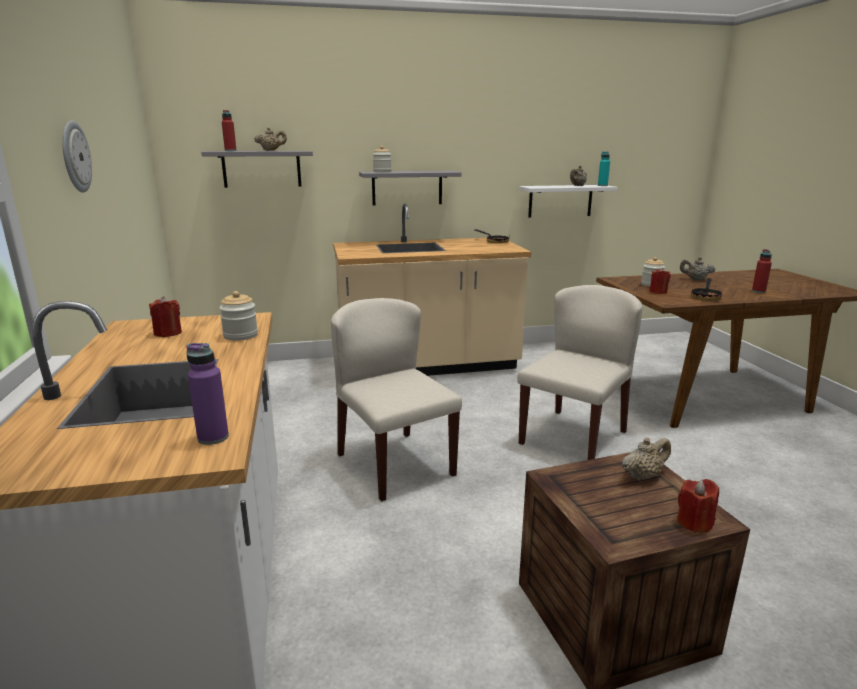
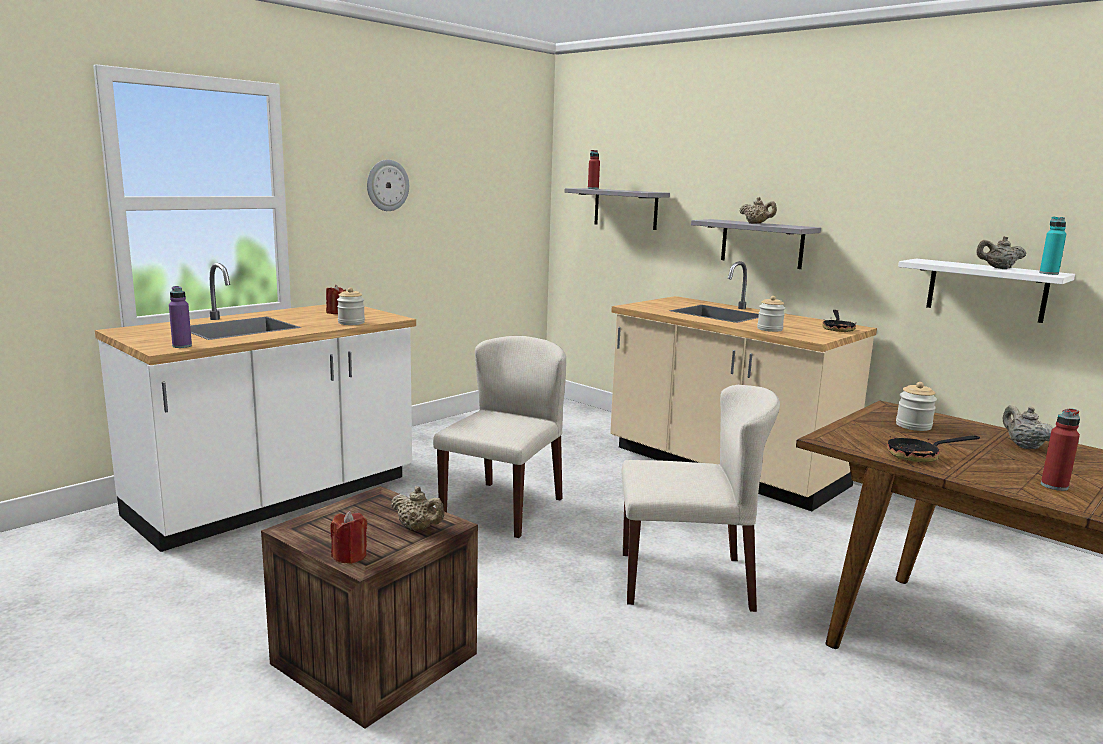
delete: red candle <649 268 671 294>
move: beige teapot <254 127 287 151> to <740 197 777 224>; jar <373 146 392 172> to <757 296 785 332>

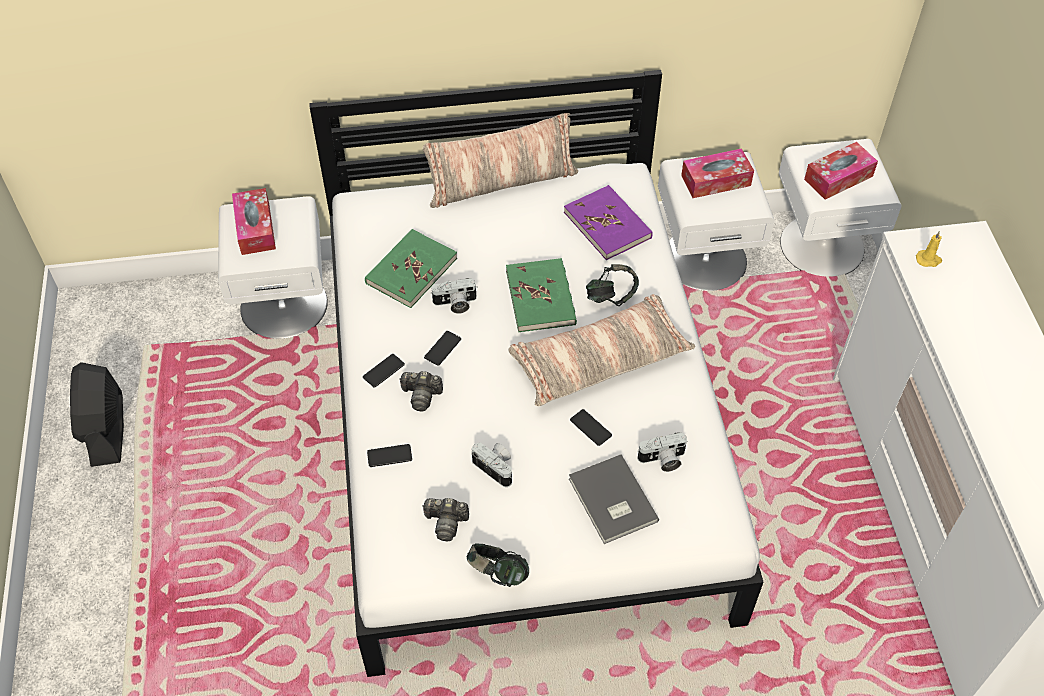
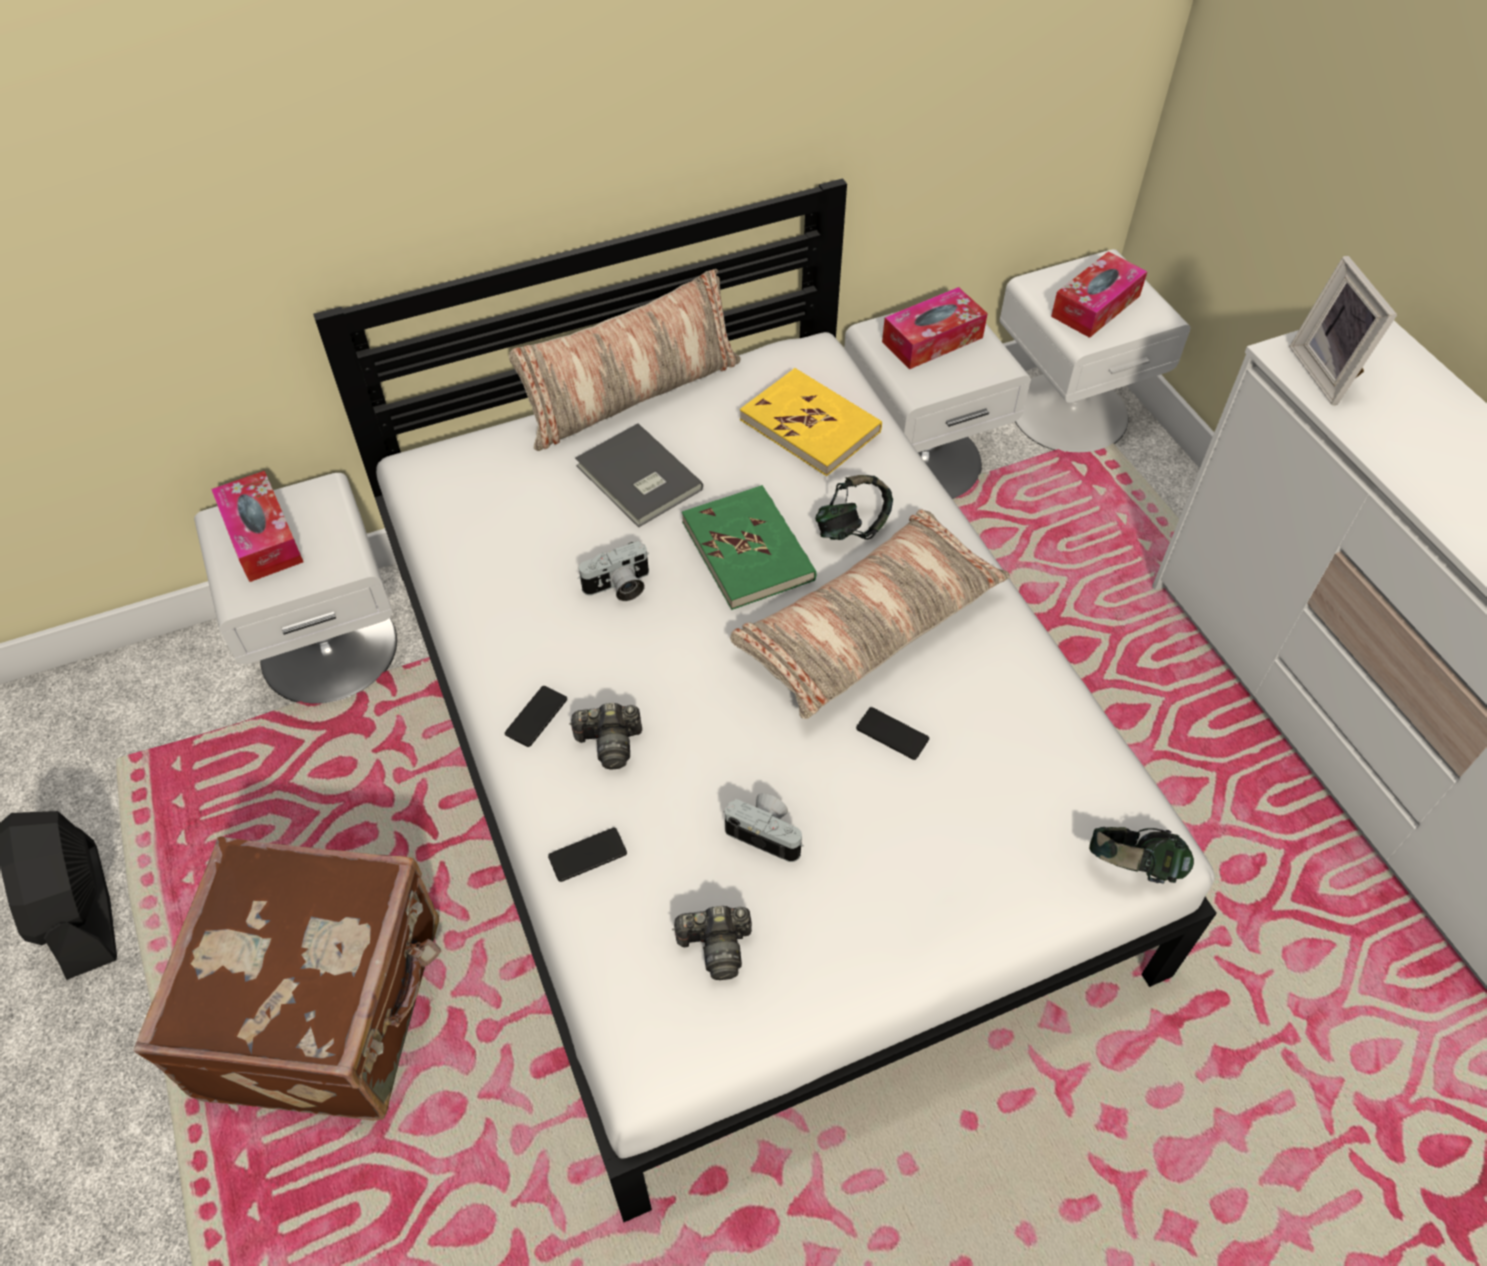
delete: green book <365 229 457 308>; phone <424 331 461 366>; photo camera <637 432 688 472>
insert: brown suitcase <133 836 441 1121>
move: grey book <569 454 659 544> to <575 423 703 527>; headphones <467 543 529 587> to <1089 827 1194 884>
replace: yellow candle <916 231 942 267> to picture frame <1289 256 1397 405>
recolor: purple book <564 185 653 260> to yellow book <740 368 882 476>

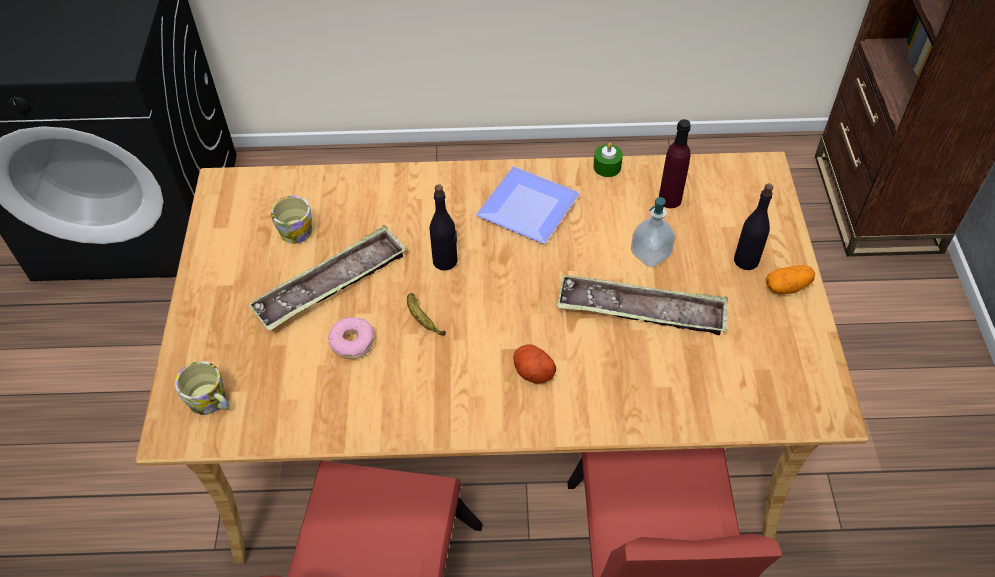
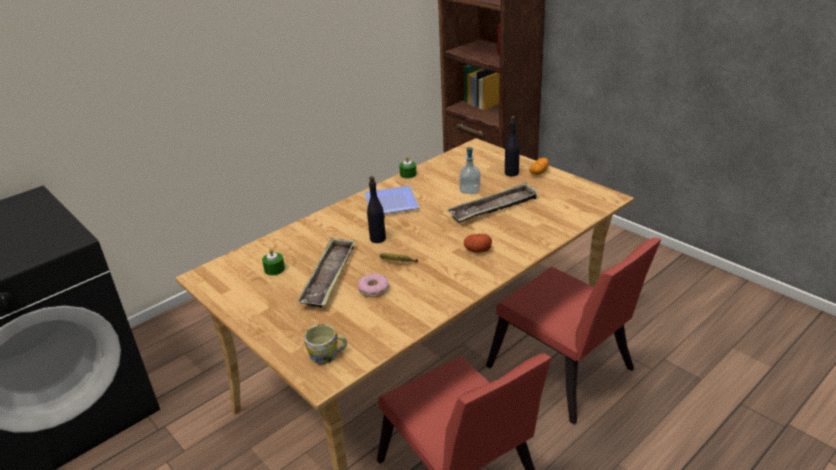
delete: purple bottle <659 119 691 208>
replace: mug <271 196 312 244> to green candle <262 249 285 275>

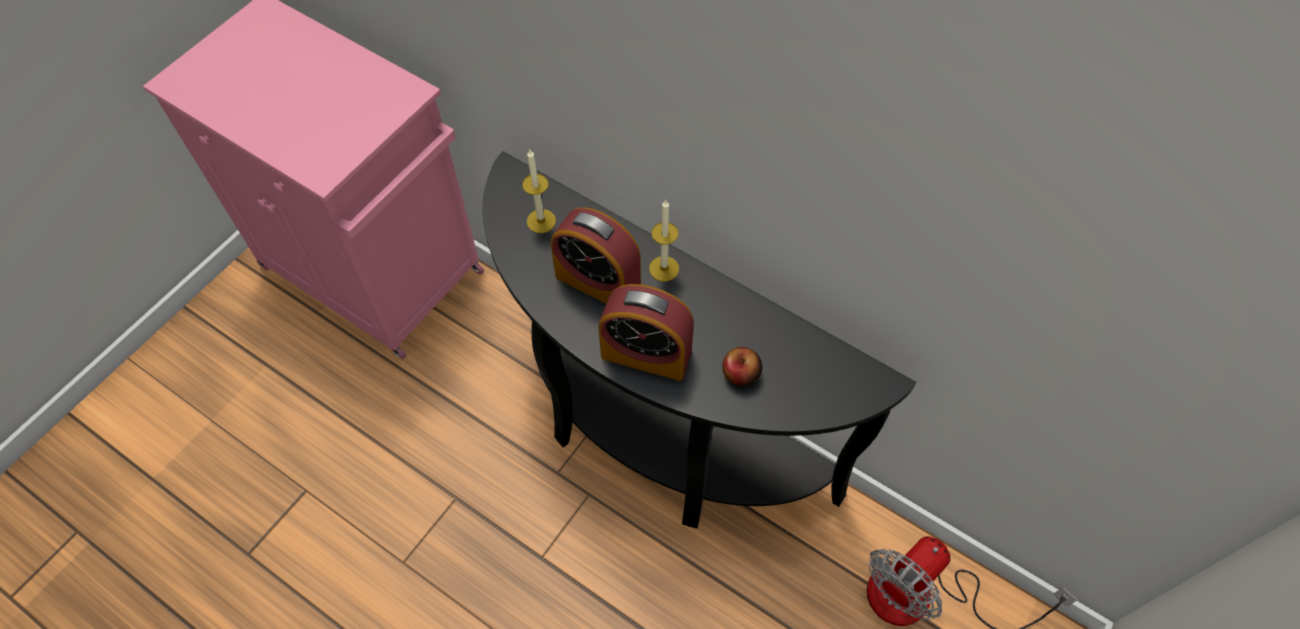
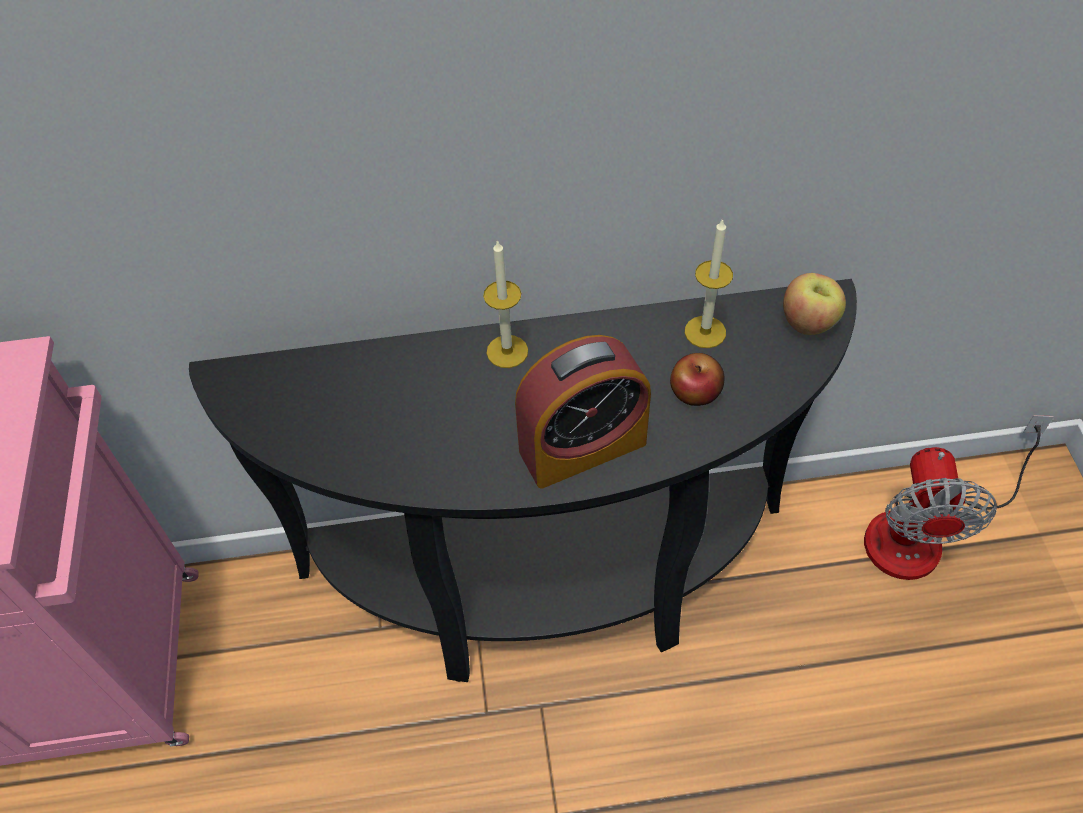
delete: alarm clock <551 207 641 304>
insert: apple <783 273 846 335>
move: candle <522 150 556 233> to <685 218 733 348>

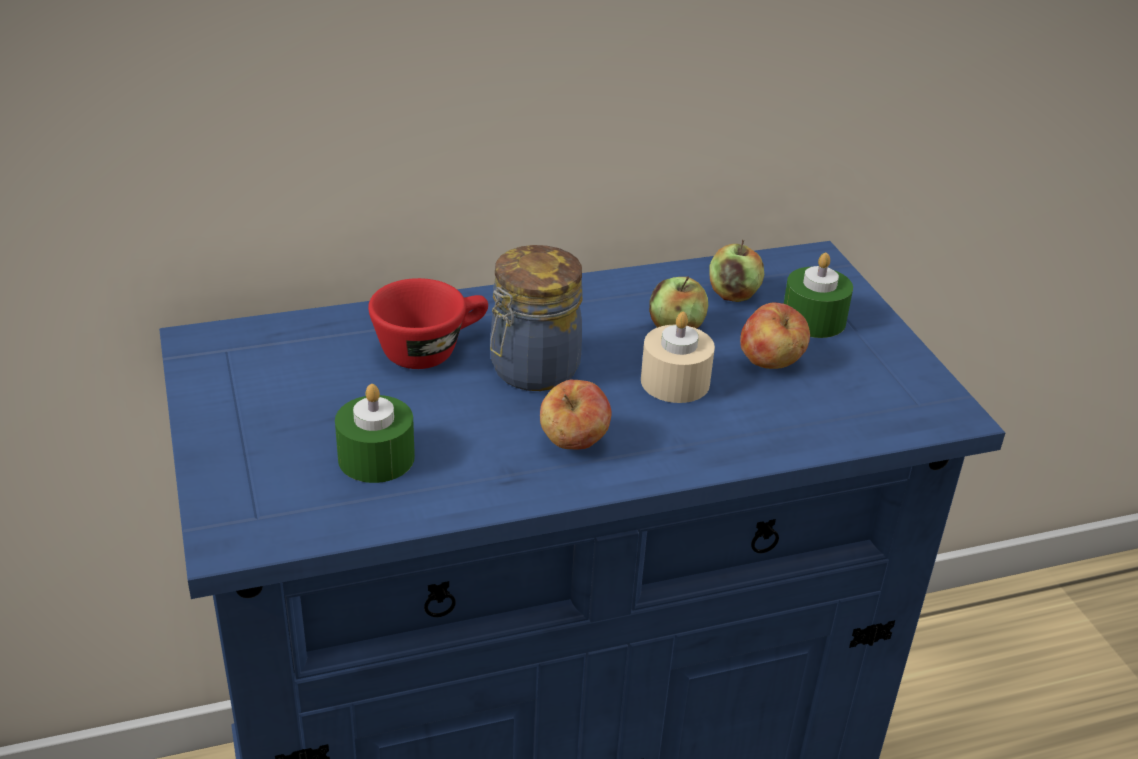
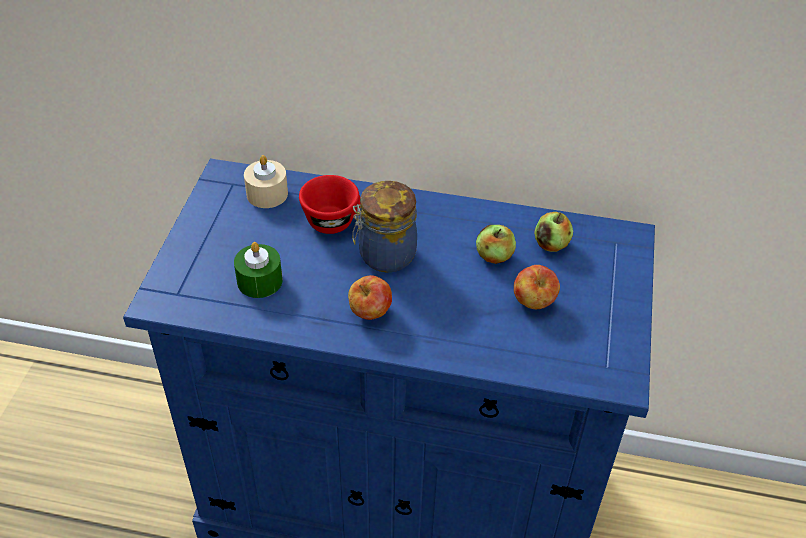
delete: green candle <784 253 853 338>
move: beige candle <641 312 715 403> to <244 155 288 208>

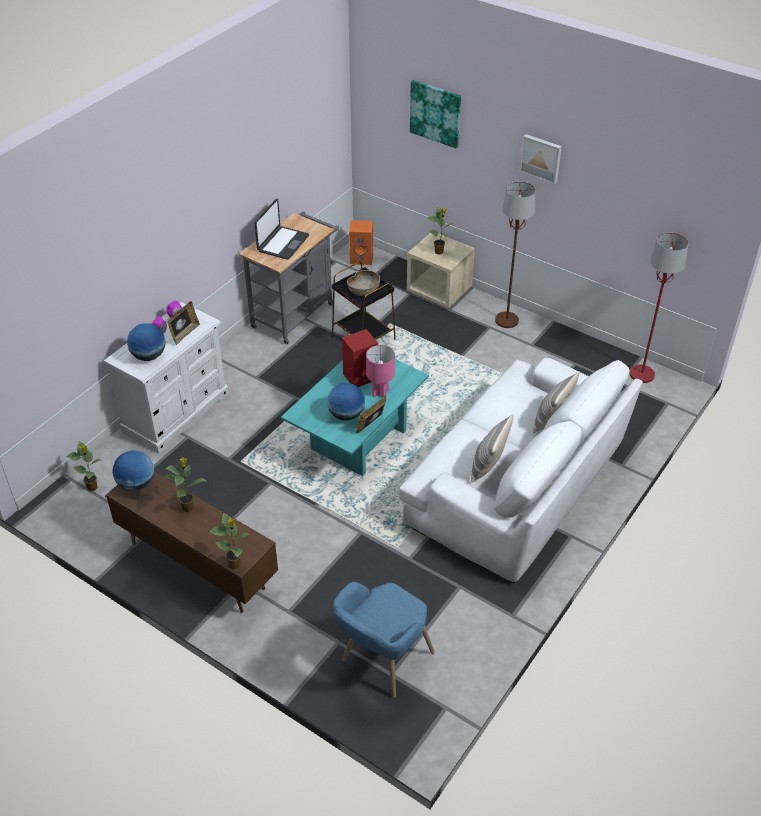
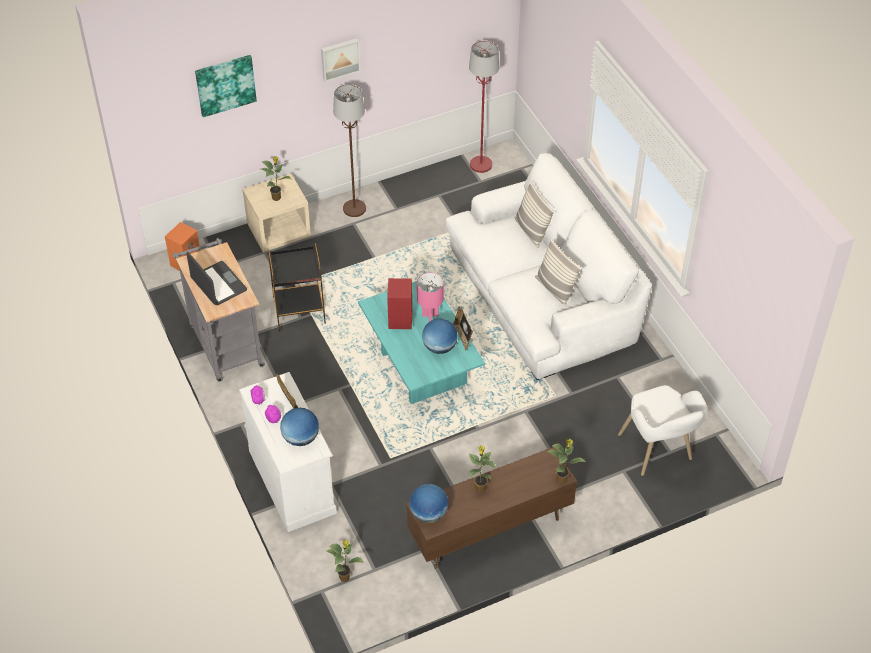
delete: brown bowl <347 270 380 296>
recolor: blue armchair <333 582 435 698> to white armchair <618 385 708 476>

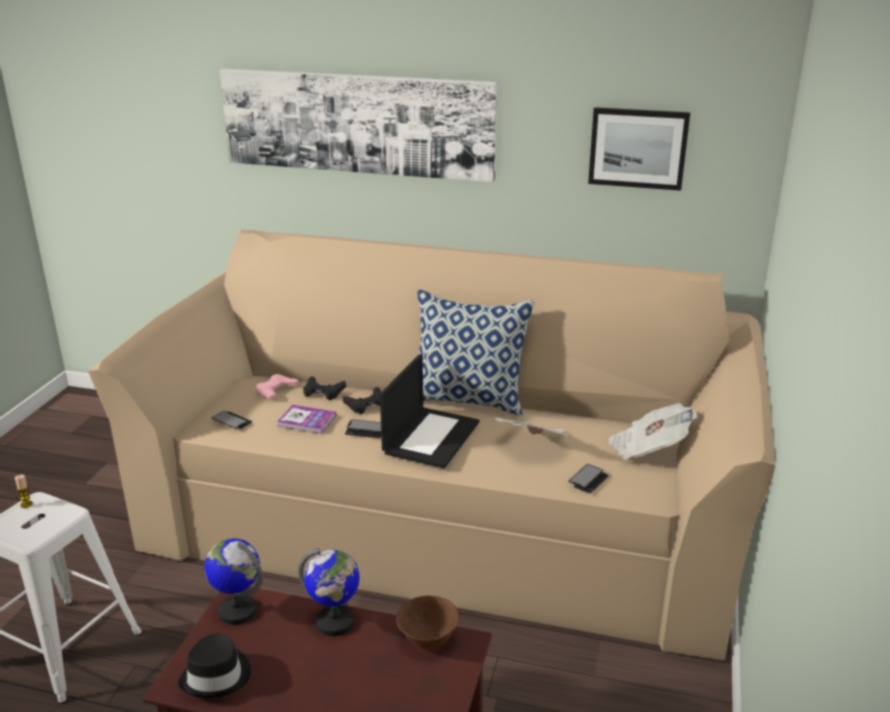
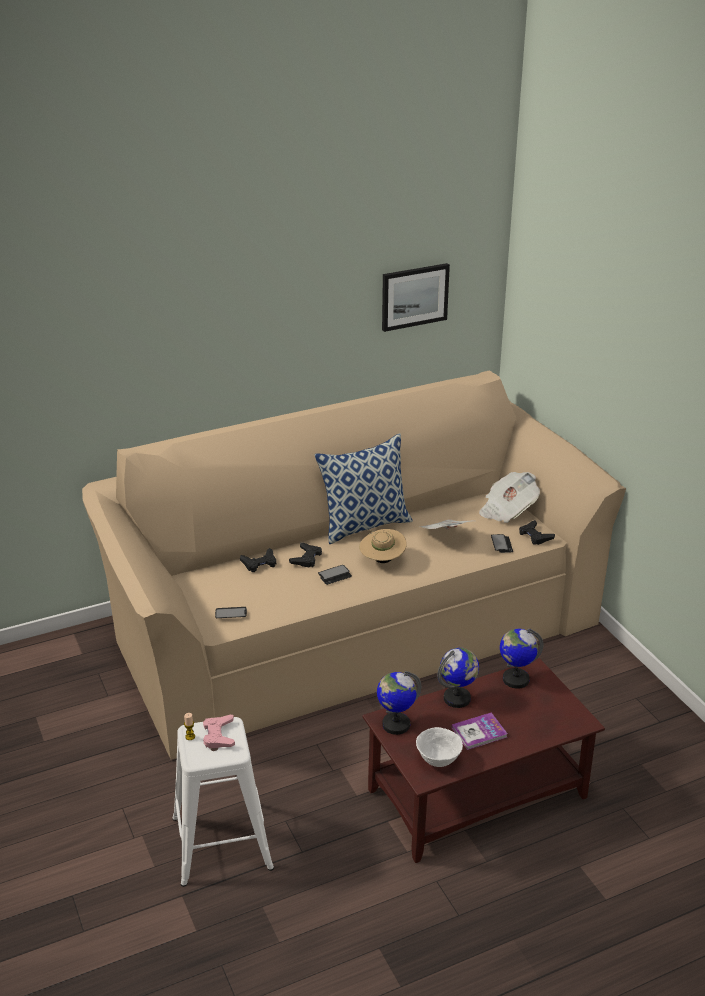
delete: picture <220 69 497 182>
insert: black game controller <519 520 555 545>
move: pink game controller <255 374 299 399> to <203 715 235 748>; book <277 405 336 434> to <452 712 508 750>
replace: laptop <380 354 479 468> to beige hat <359 529 407 563>; brown bowl <396 596 459 649> to globe <500 629 544 689>; black hat <178 633 251 698> to white bowl <416 727 463 767>

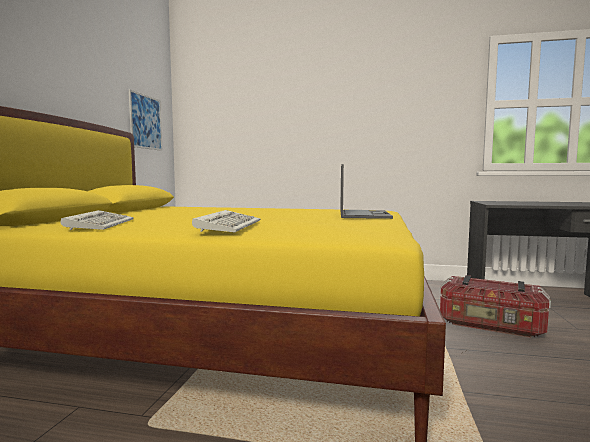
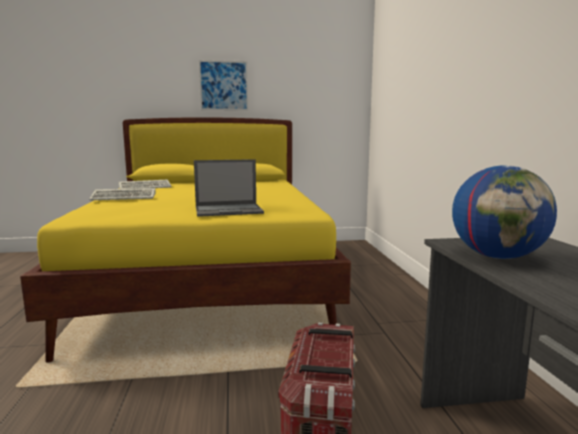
insert: globe <452 165 557 259>
move: picture <129 89 162 151> to <199 60 248 111>

